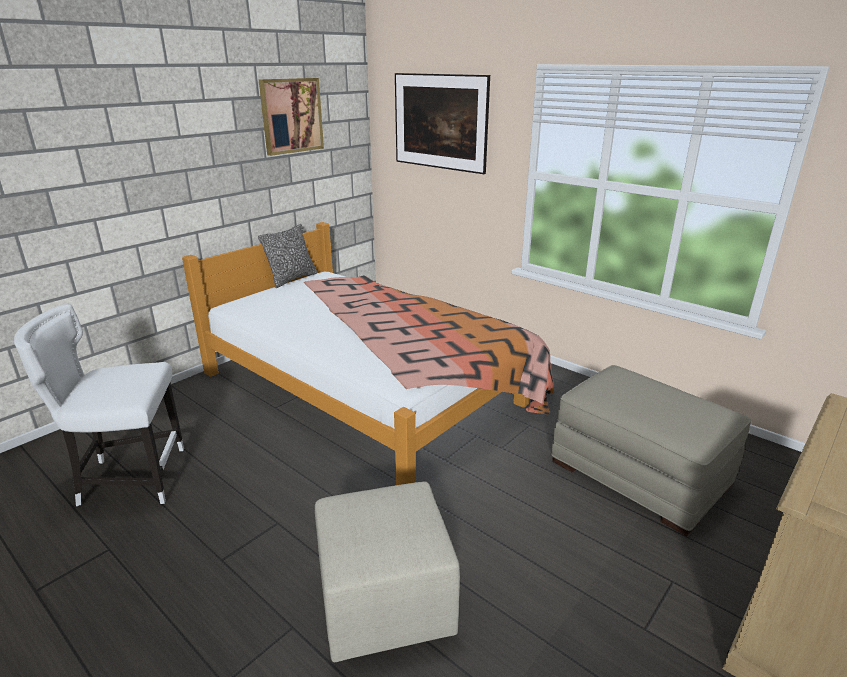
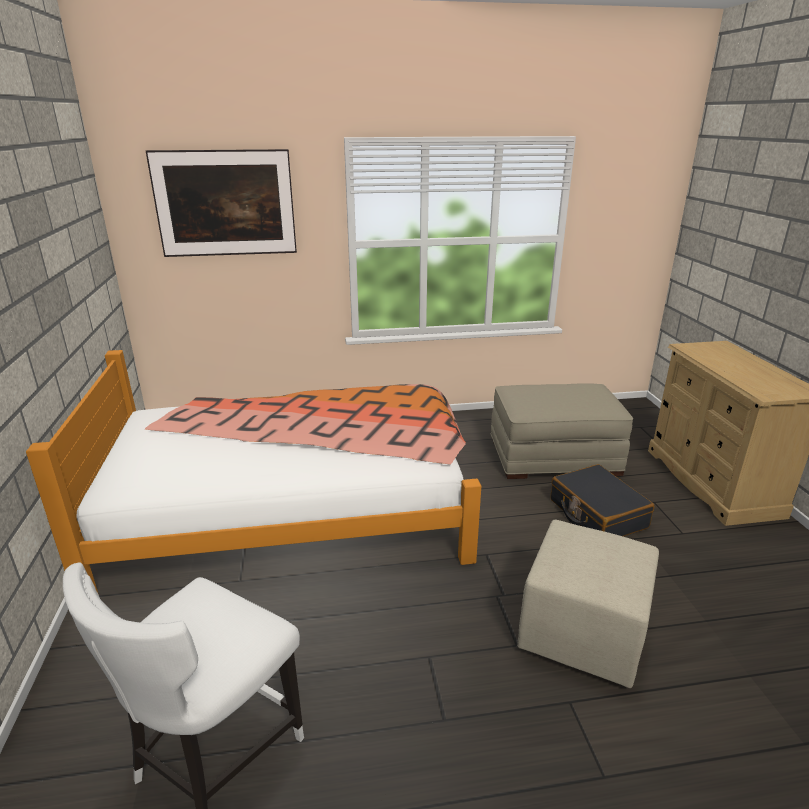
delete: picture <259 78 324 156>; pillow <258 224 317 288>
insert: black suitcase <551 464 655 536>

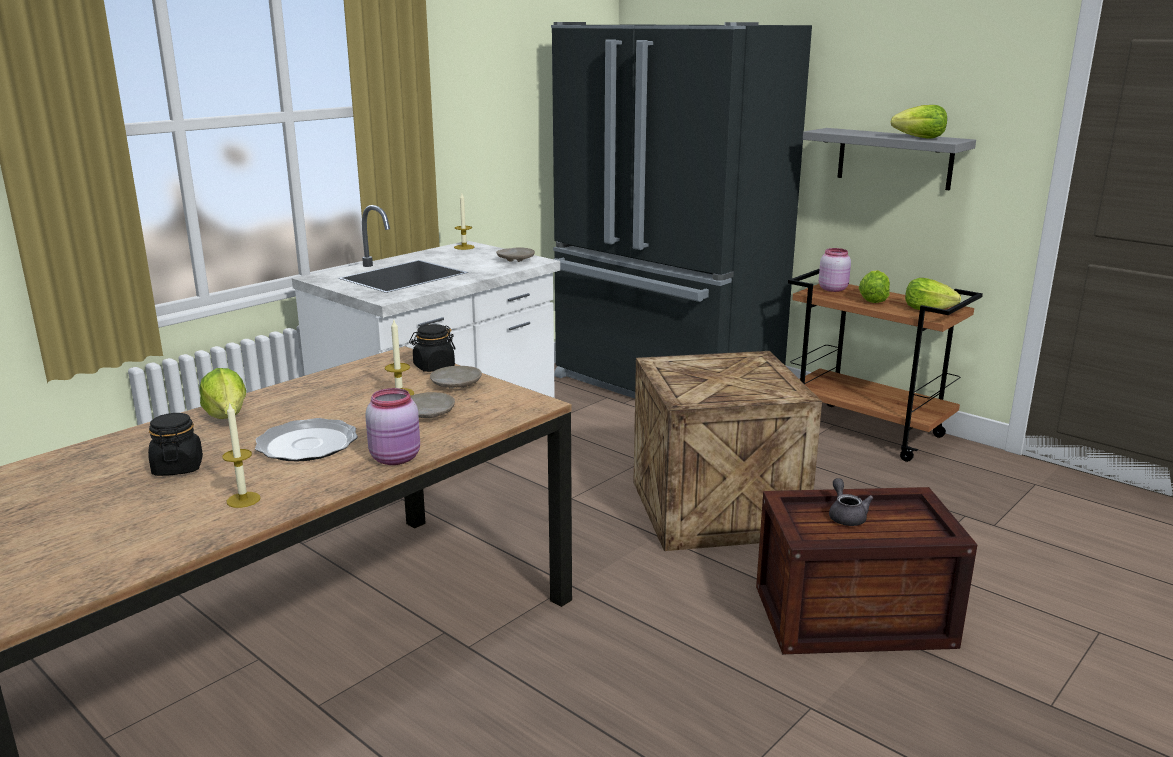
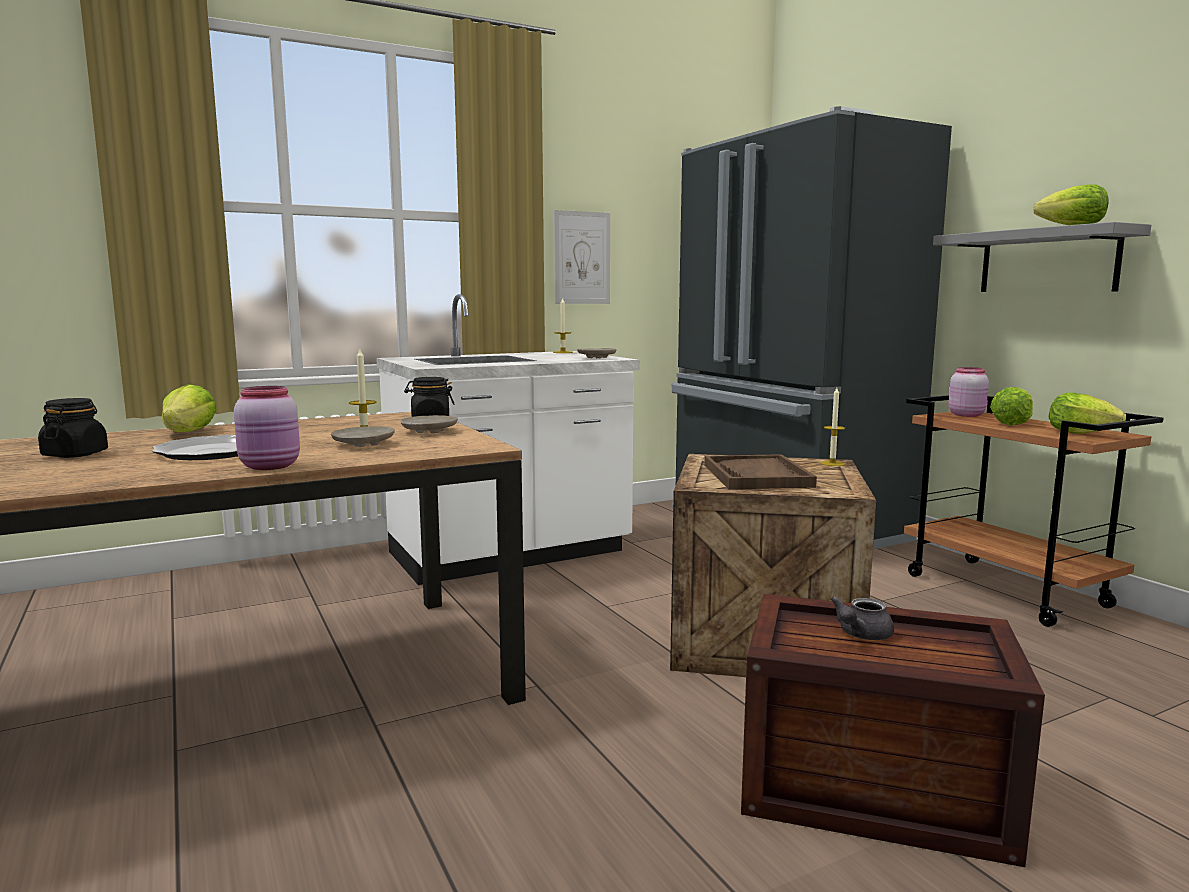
insert: picture <554 210 610 304>; brown tray <704 454 817 489>
move: candle <222 402 260 508> to <820 387 845 466>
rotate: grey teapot <829 478 873 526> = <830 596 894 640> 150 degrees counterclockwise

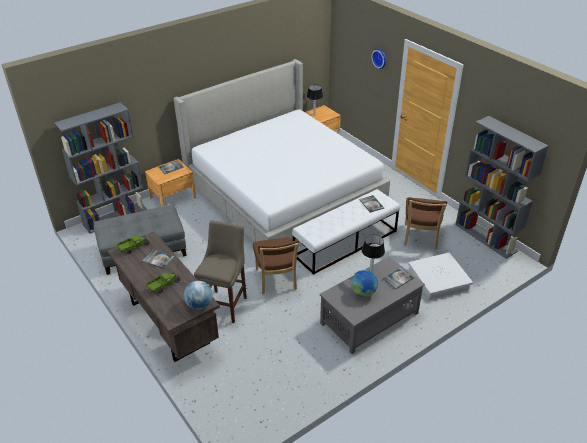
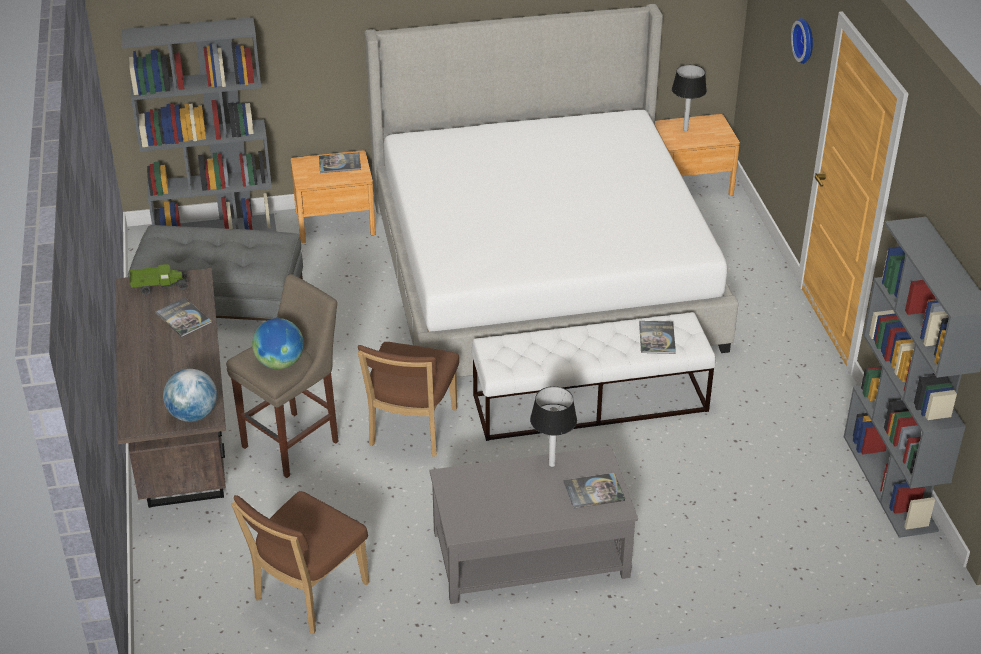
delete: white storage box <408 253 473 299>; toy truck <146 272 180 294>
move: brown chair <404 197 447 249> to <231 491 369 634>; globe <351 270 378 297> to <252 318 304 369>

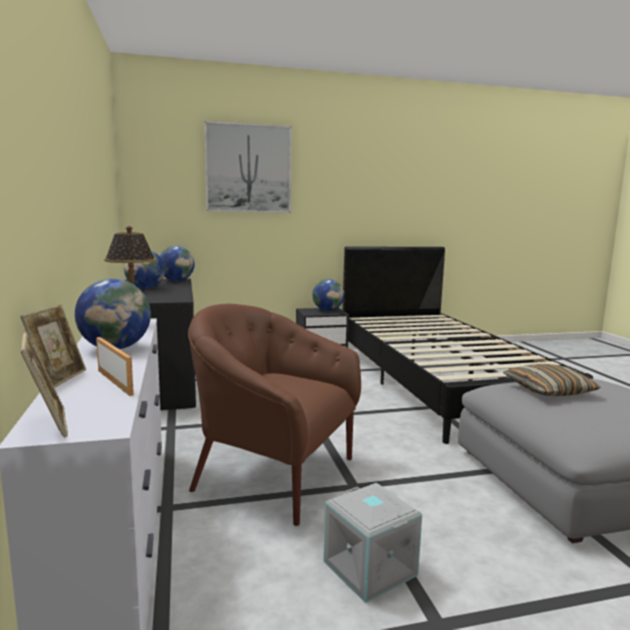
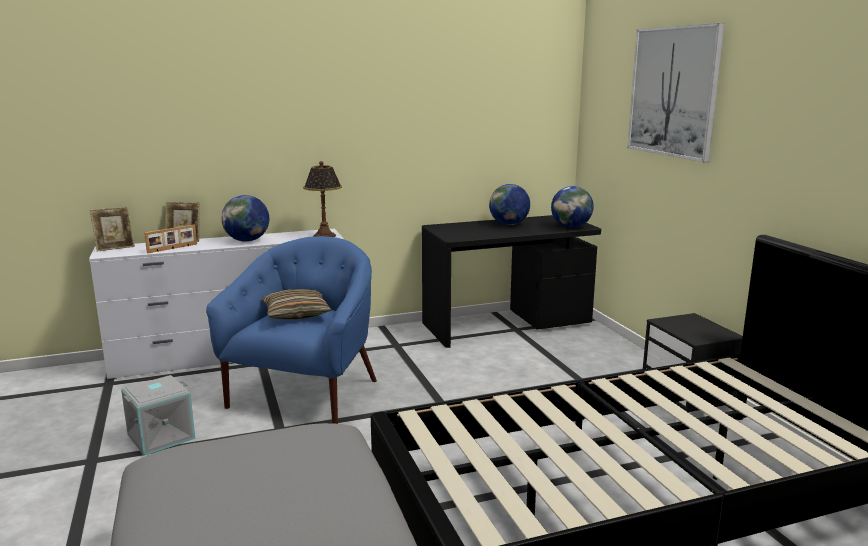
delete: globe <312 279 344 311>
move: pillow <503 364 601 396> to <261 289 332 320>
recolor: brown armchair <188 304 361 526> to blue armchair <206 236 377 424>

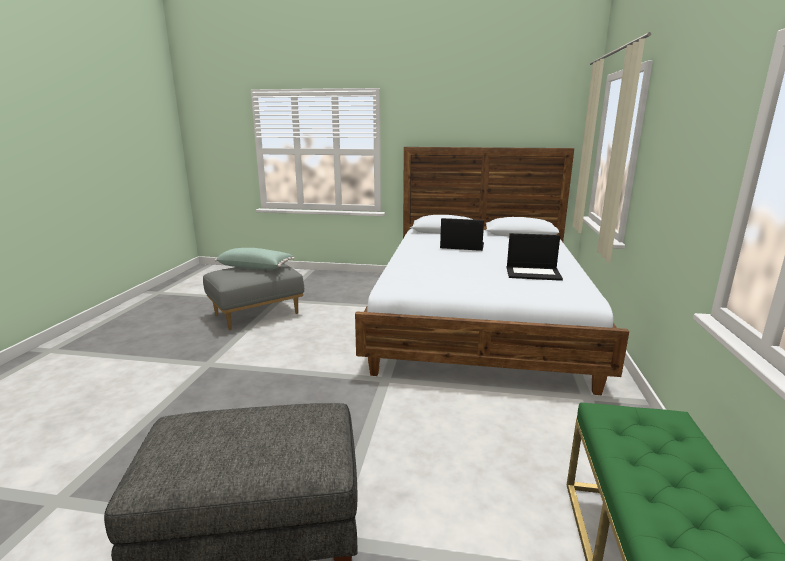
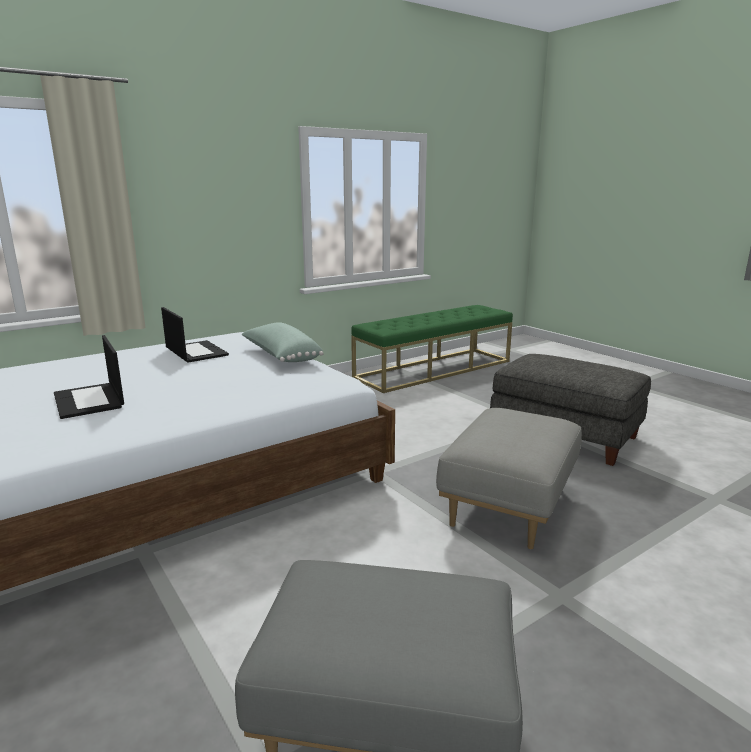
insert: grey ottoman <436 408 582 549>
move: green pillow <215 248 294 270> to <242 322 324 362>

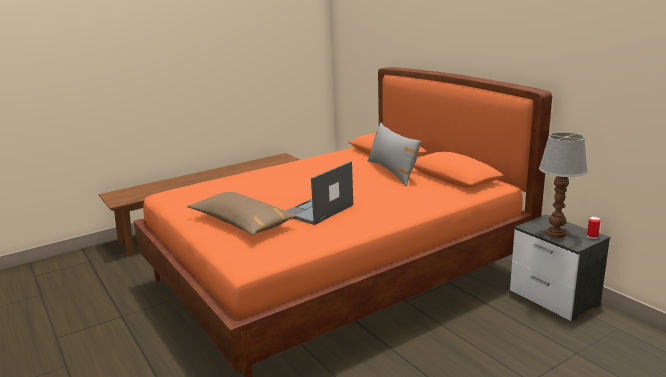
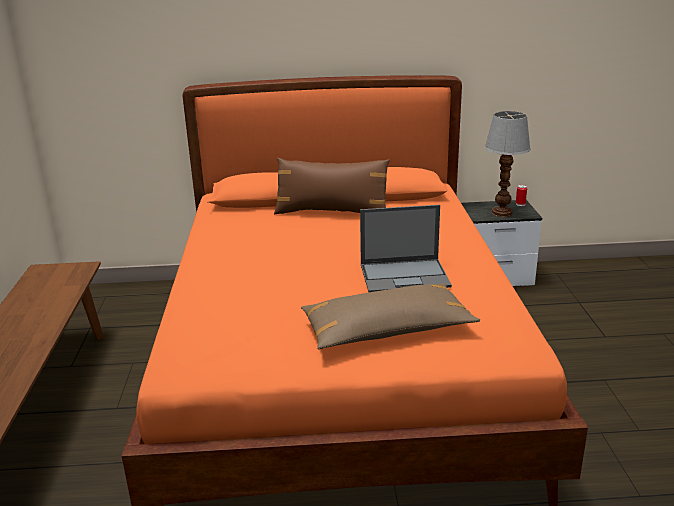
recolor: grey pillow <368 123 422 186> to brown pillow <274 158 390 214>
rotate: laptop <286 161 353 225> = <360 205 452 292> 75 degrees counterclockwise

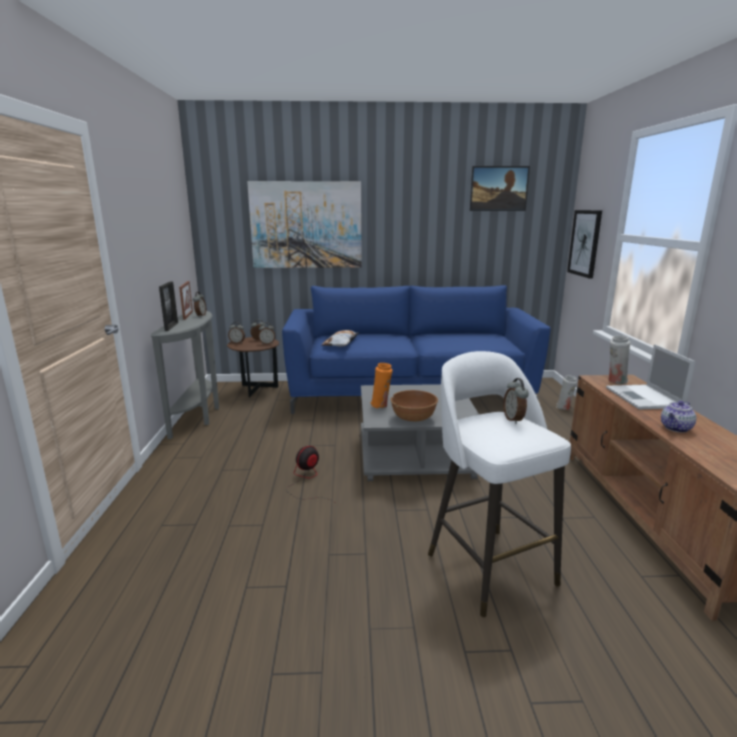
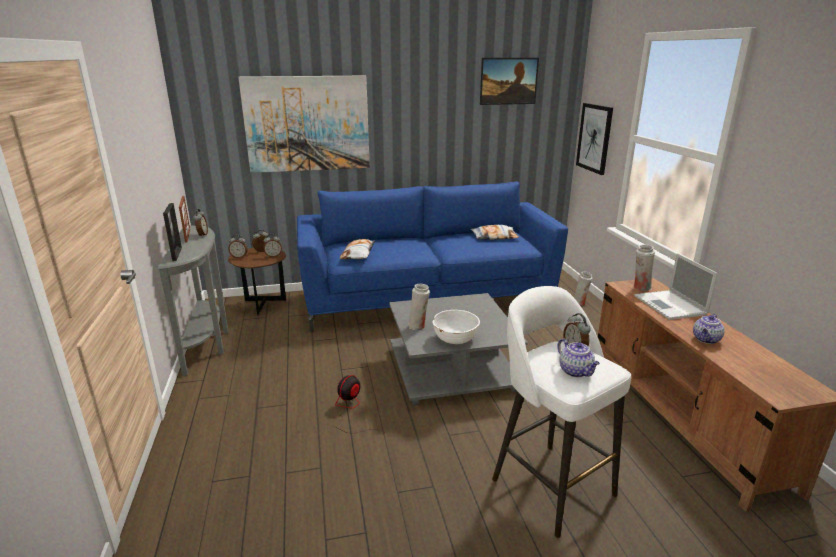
insert: pillow <471 225 519 240>; teapot <557 338 600 377>
recolor: orange vase <371 363 393 408> to white vase <408 284 430 330>; brown bowl <390 390 438 421> to white bowl <432 310 480 344>

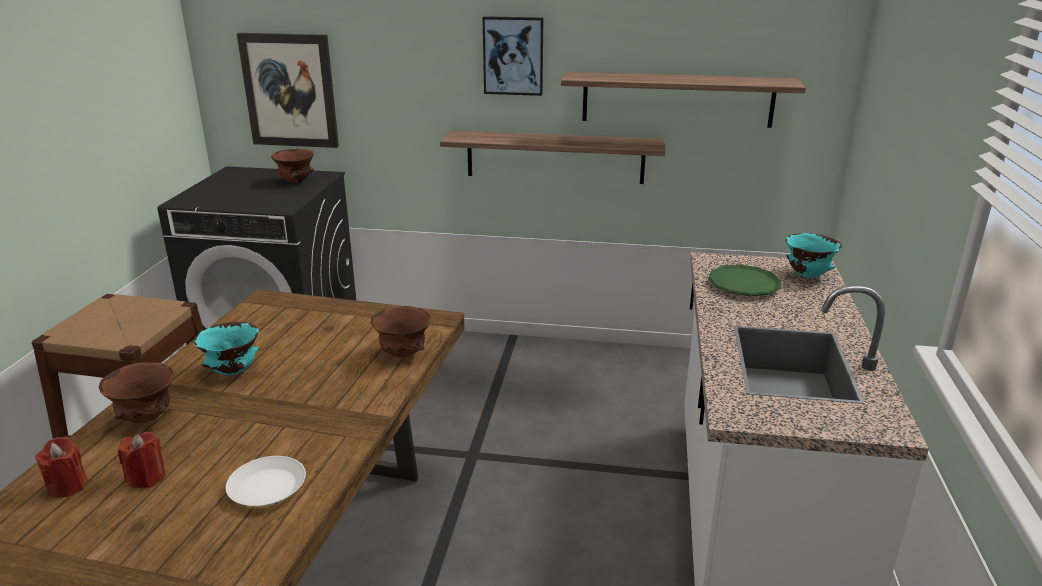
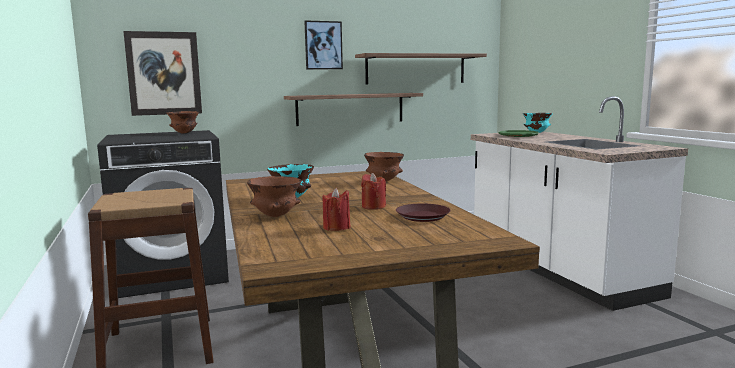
move: red candle <35 437 88 498> to <361 173 386 210>
recolor: white plate <226 456 306 507> to brown plate <396 204 451 222>

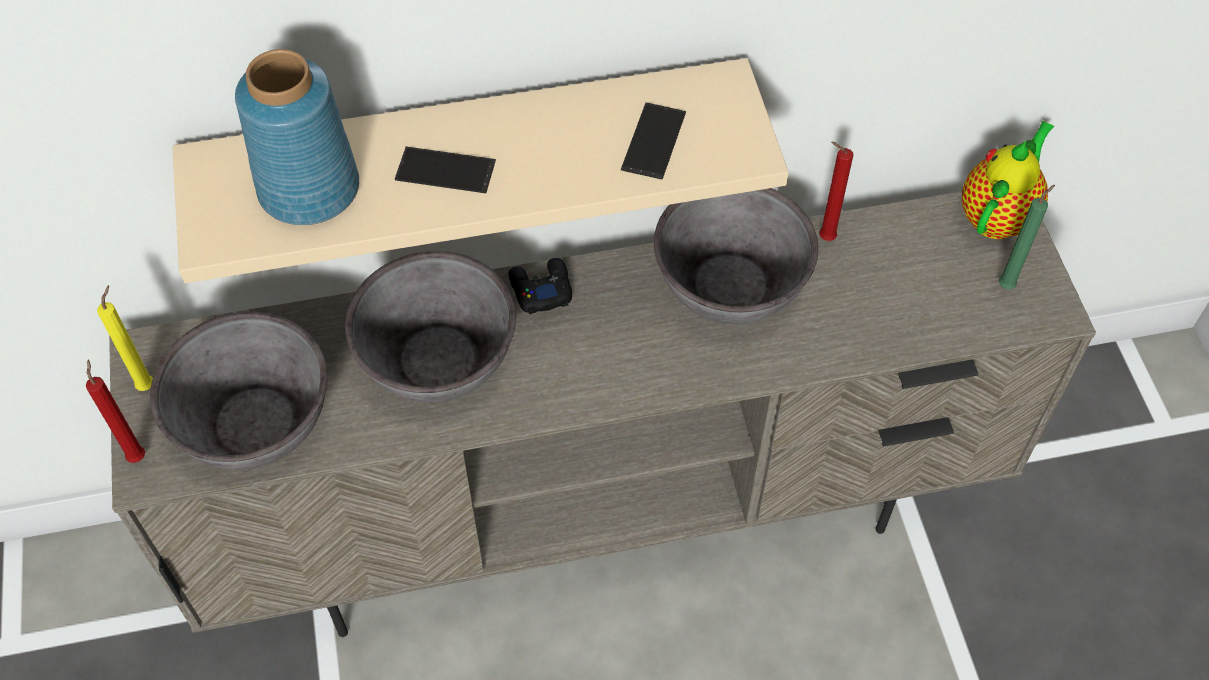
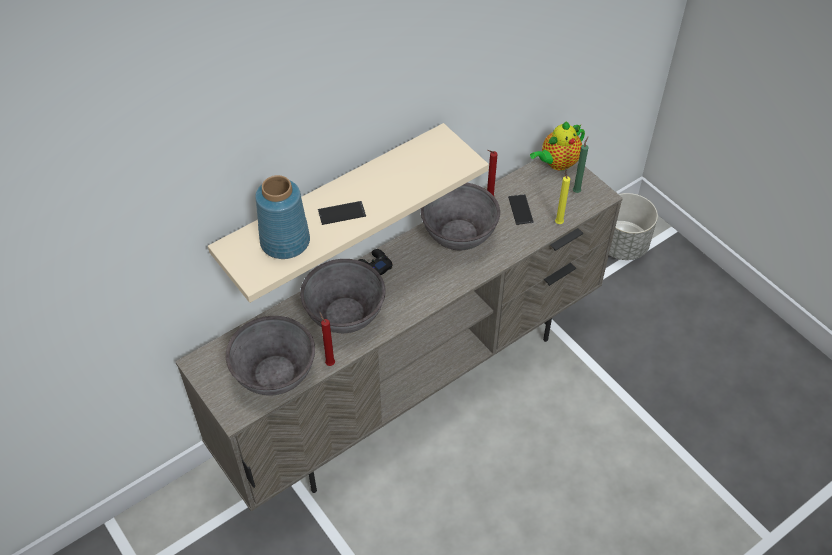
insert: grey planter <609 193 658 260>
move: phone <621 102 686 180> to <508 194 534 225>; yellow candle <97 285 153 391> to <555 168 570 224>; red candle <86 359 145 463> to <319 312 335 366>
rotate: teapot <962 121 1054 239> = <530 121 585 171> 135 degrees counterclockwise

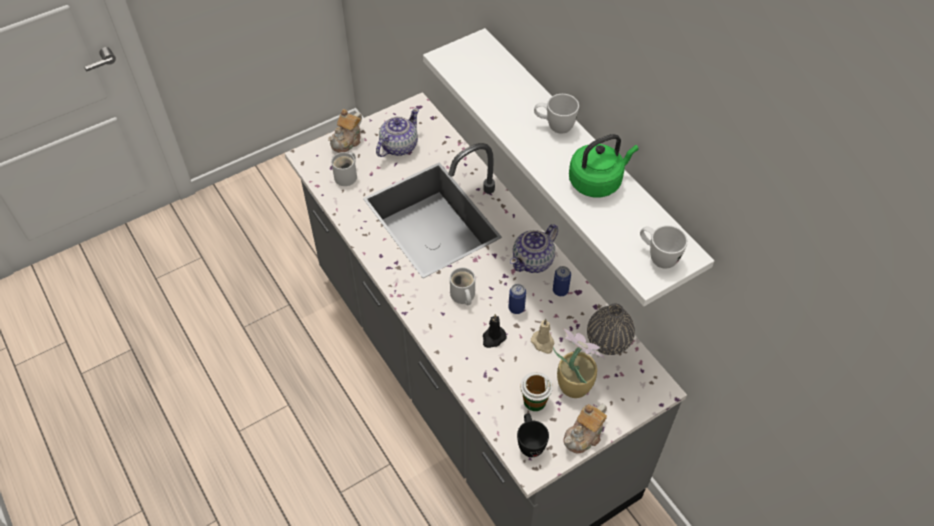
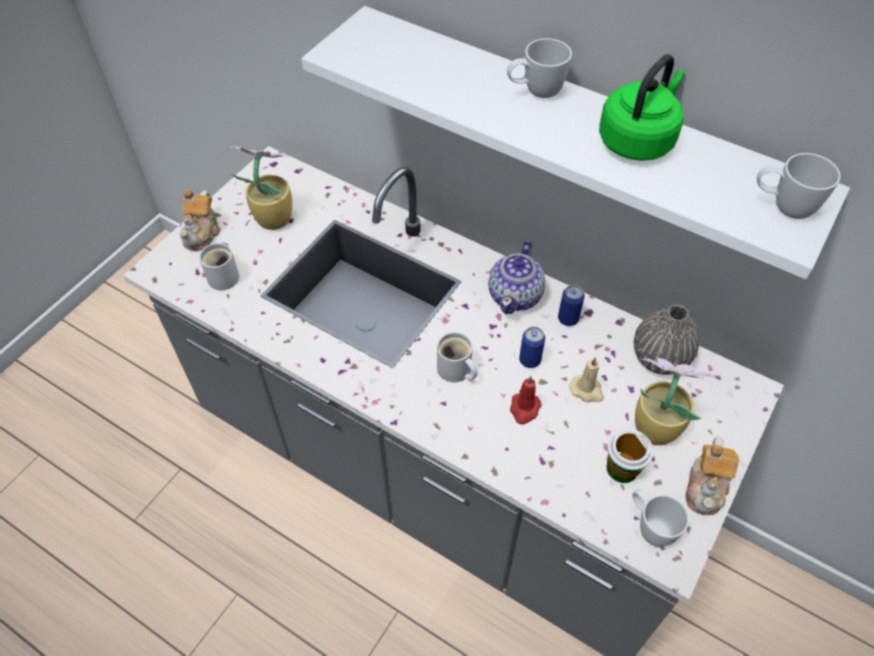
replace: teapot <376 108 419 157> to potted plant <230 146 292 230>
recolor: black candle <483 314 507 348> to red candle <510 376 542 425>; black mug <517 414 549 457> to white mug <632 489 689 547>

